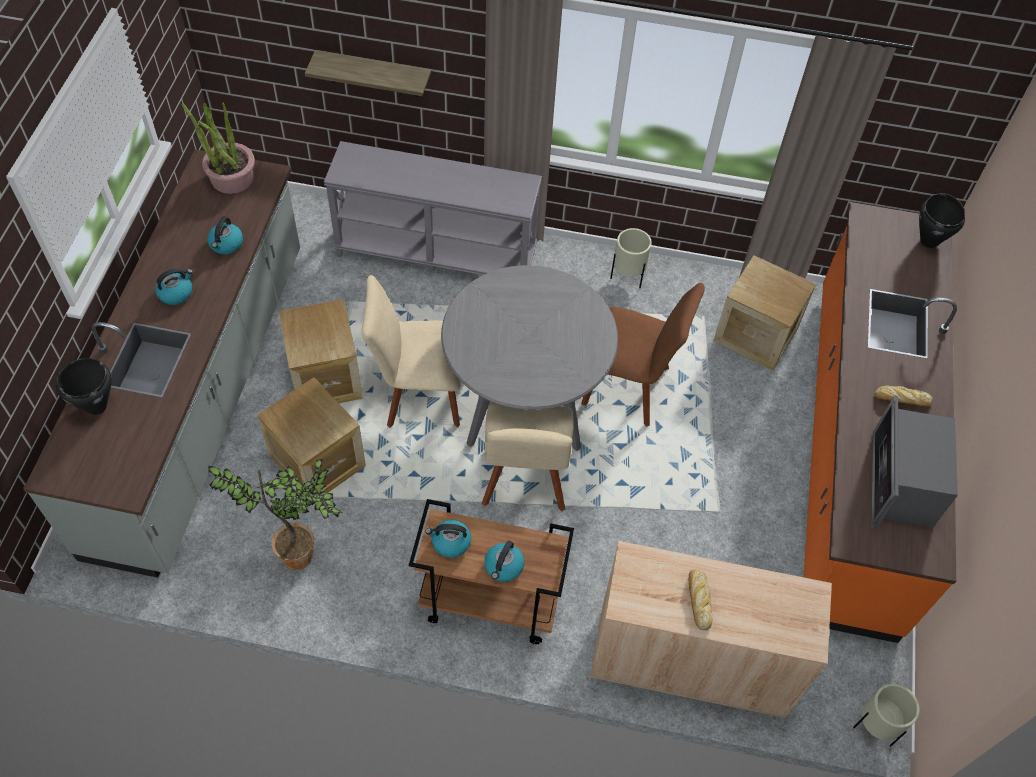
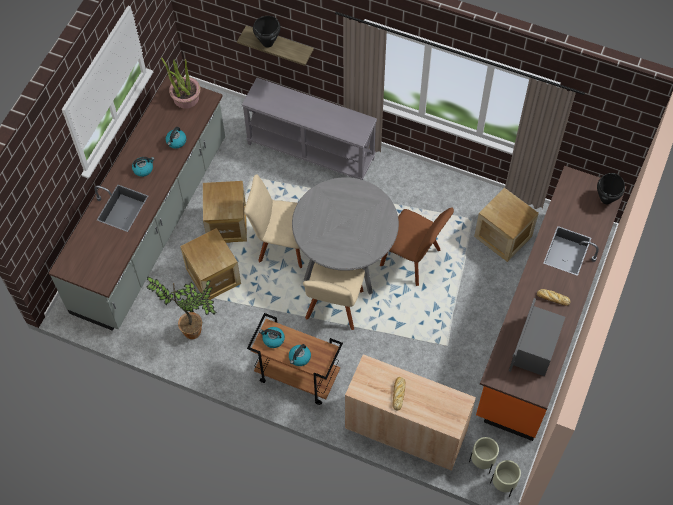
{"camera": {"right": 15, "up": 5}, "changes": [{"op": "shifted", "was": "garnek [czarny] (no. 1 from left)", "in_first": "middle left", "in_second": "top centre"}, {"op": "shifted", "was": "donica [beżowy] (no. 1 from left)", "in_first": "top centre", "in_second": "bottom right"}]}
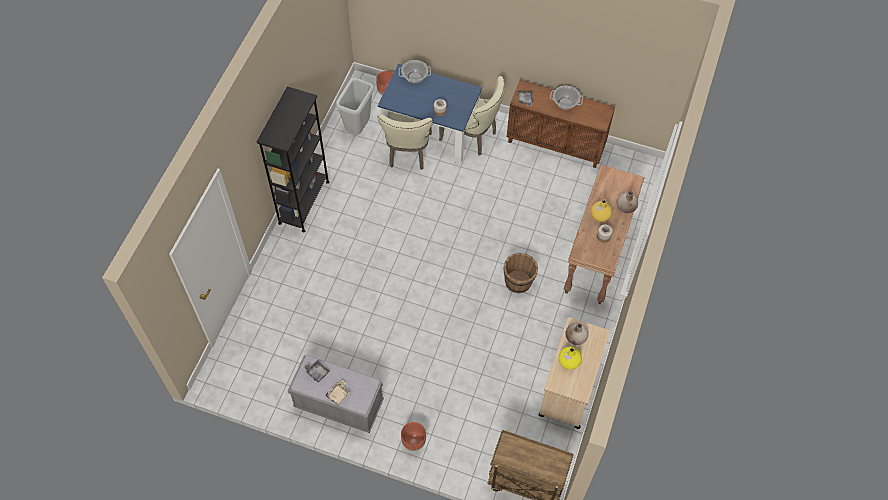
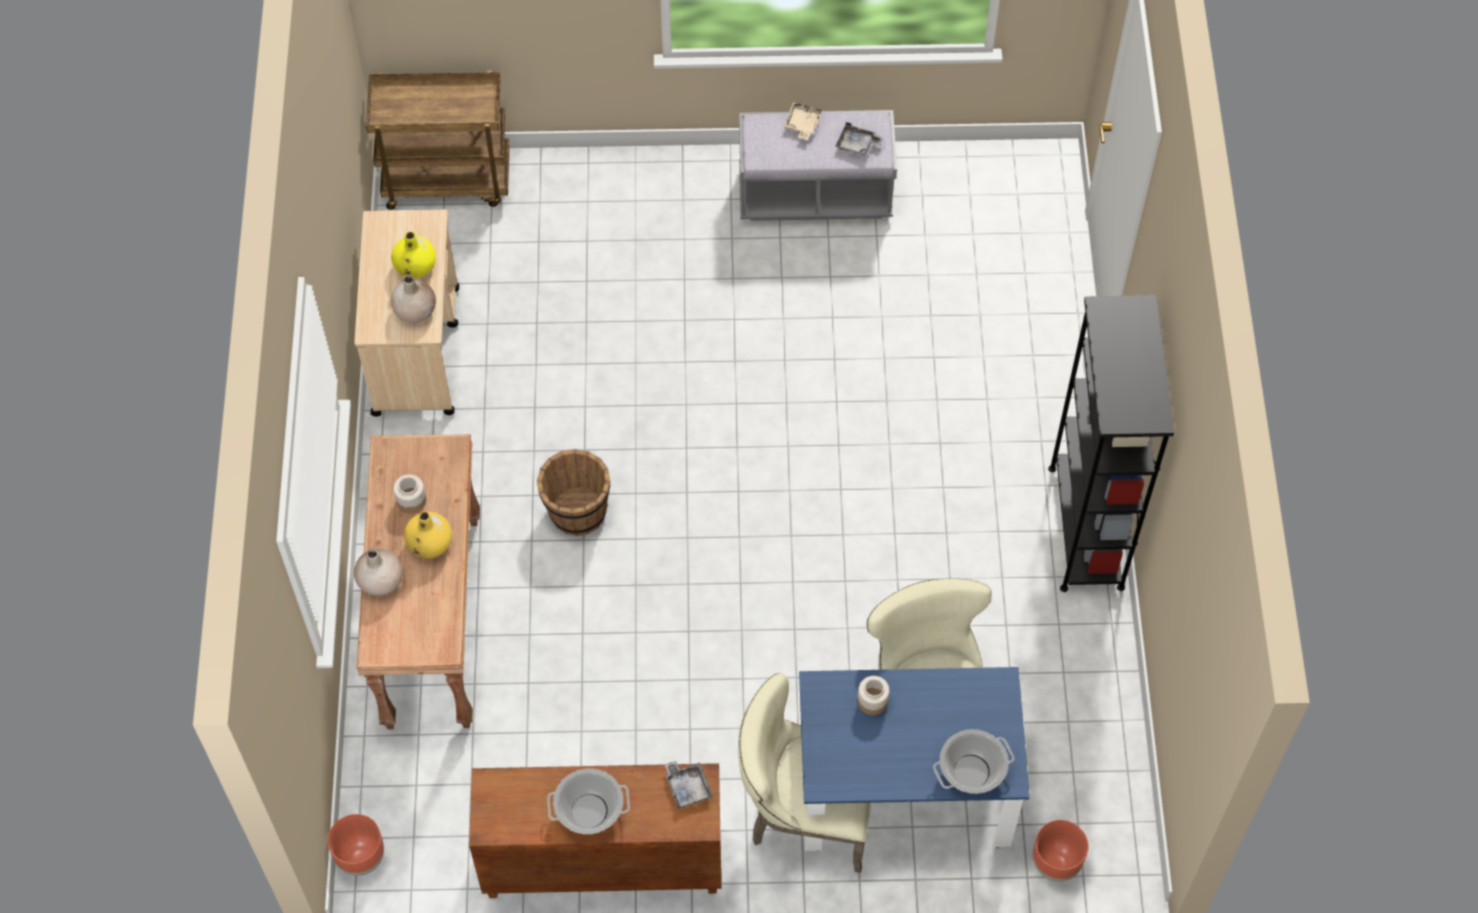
{"camera": {"right": 160, "up": 0}, "changes": [{"op": "gone", "was": "kosz na śmieci [szary]", "in_first": "top centre"}, {"op": "shifted", "was": "donica [brązowy] (no. 2 from left in the first image)", "now": "donica [brązowy] (no. 1 from left)", "in_first": "bottom centre", "in_second": "bottom left"}]}
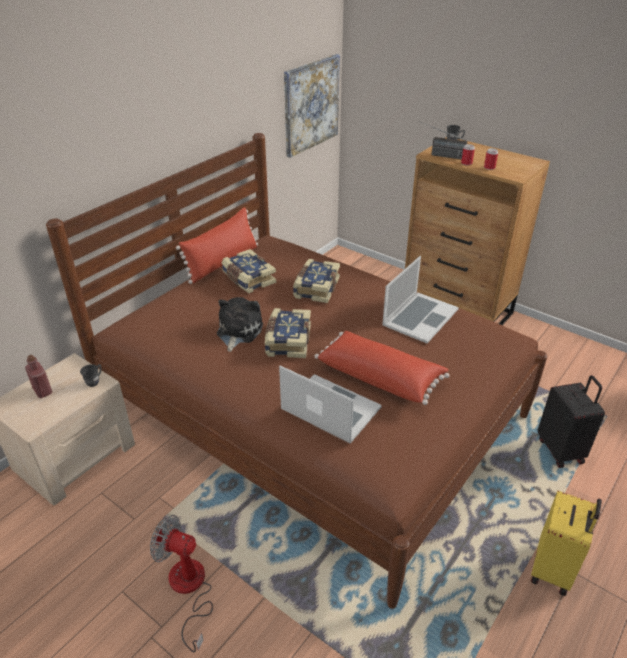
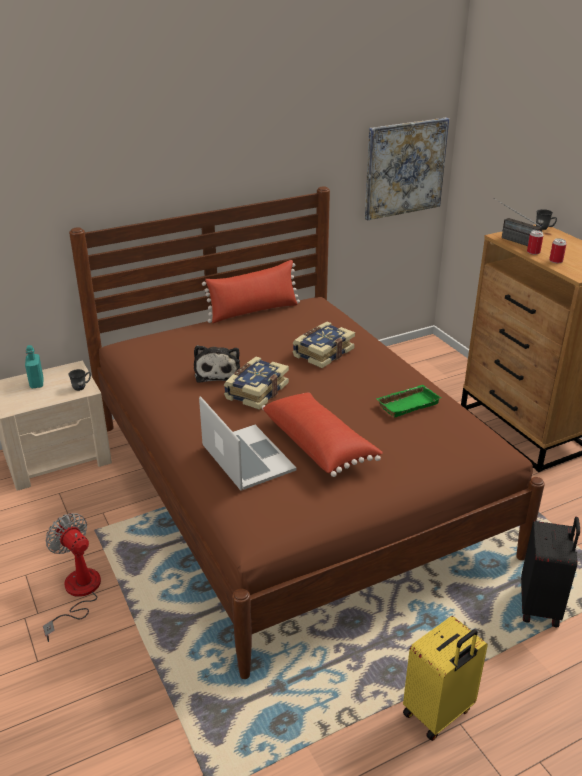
{"camera": {"right": 25, "up": -5}, "changes": [{"op": "gone", "was": "książka (no. 1 from left)", "in_first": "centre"}, {"op": "swapped", "was": "laptop (no. 2 from left)", "now": "taca [zielony]", "in_first": "middle right", "in_second": "middle right"}, {"op": "repainted", "was": "butelka [czerwony]", "now": "butelka [turkusowy]", "in_first": "middle left", "in_second": "middle left"}, {"op": "rotated", "was": "pluszak", "in_first": "centre", "in_second": "centre", "clockwise": 135}]}
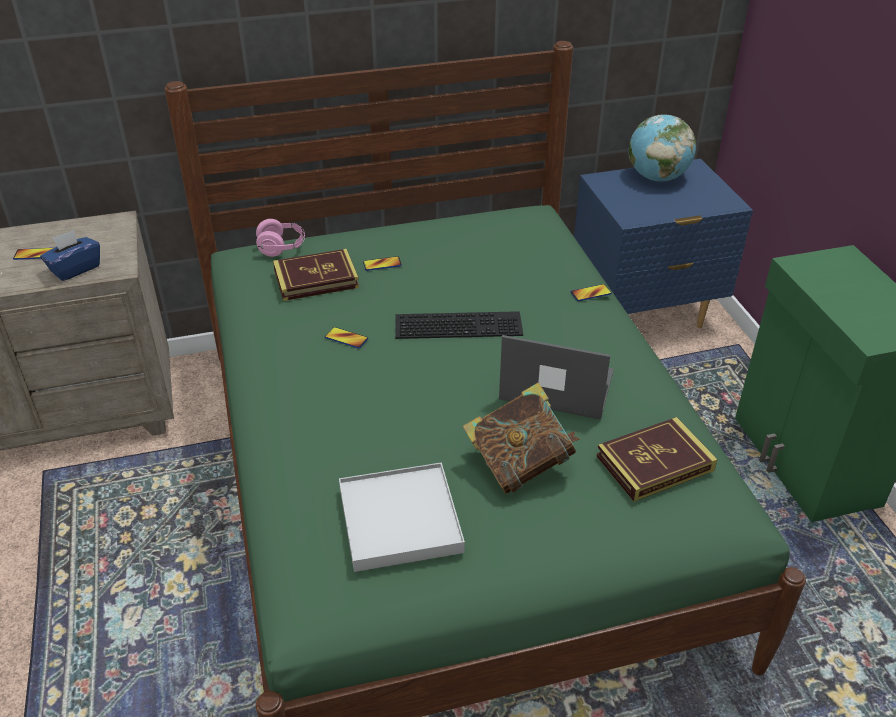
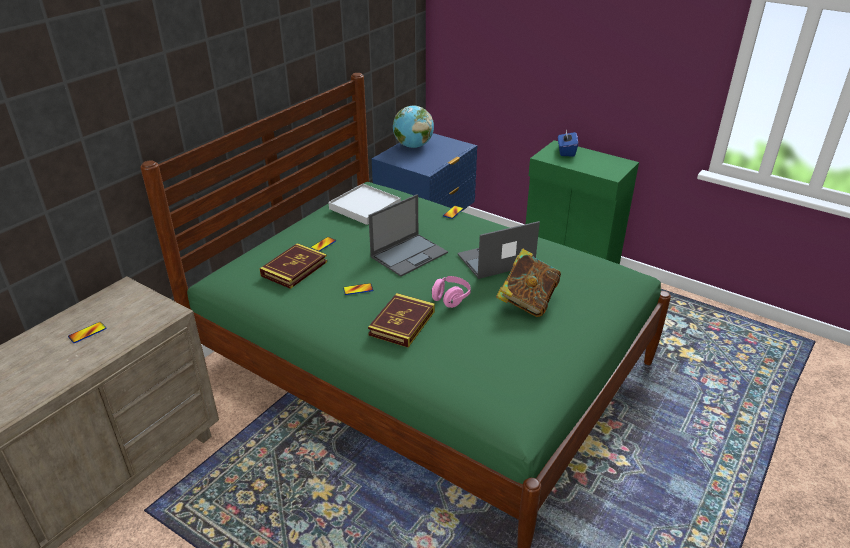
{"camera": {"right": -40, "up": -5}, "changes": [{"op": "shifted", "was": "pudełko chusteczek [niebieski]", "in_first": "middle left", "in_second": "top right"}, {"op": "shifted", "was": "słuchawki [różowy]", "in_first": "top left", "in_second": "centre"}, {"op": "shifted", "was": "taca [biały]", "in_first": "bottom centre", "in_second": "centre"}, {"op": "shifted", "was": "książka (no. 3 from left in the first image)", "now": "książka (no. 2 from left)", "in_first": "middle right", "in_second": "centre"}, {"op": "swapped", "was": "klawiatura", "now": "laptop (no. 1 from left)", "in_first": "centre", "in_second": "centre"}]}
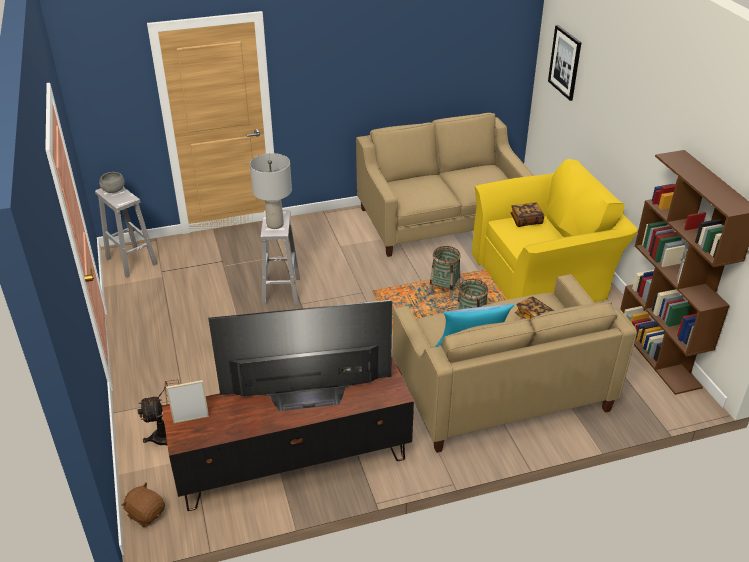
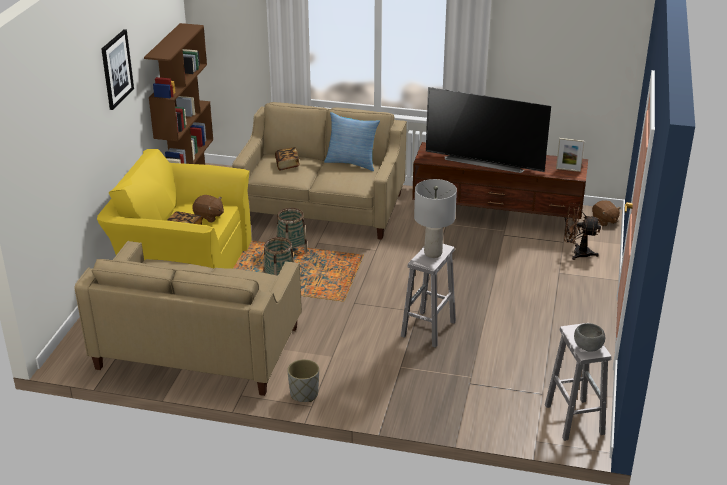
{"camera": {"right": -150, "up": -5}, "changes": [{"op": "new", "now": "pluszak [brązowy] (no. 1 from left)", "in_second": "middle left"}, {"op": "new", "now": "donica [szary]", "in_second": "bottom centre"}, {"op": "shifted", "was": "obraz", "in_first": "top right", "in_second": "top left"}]}
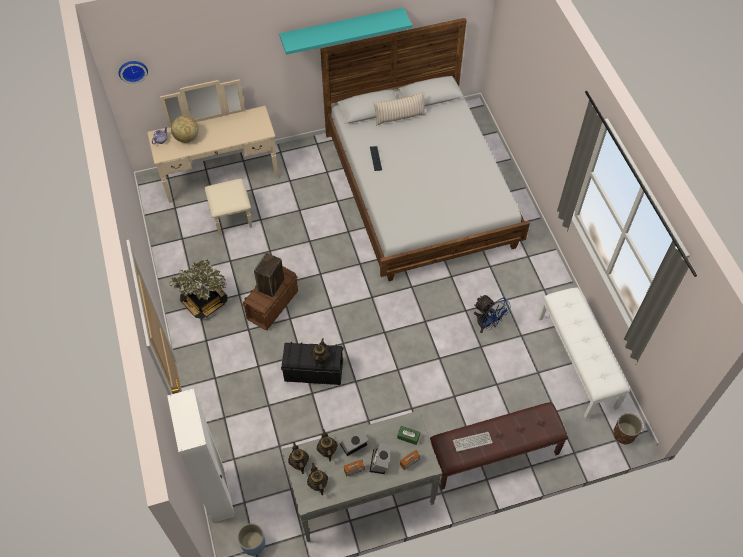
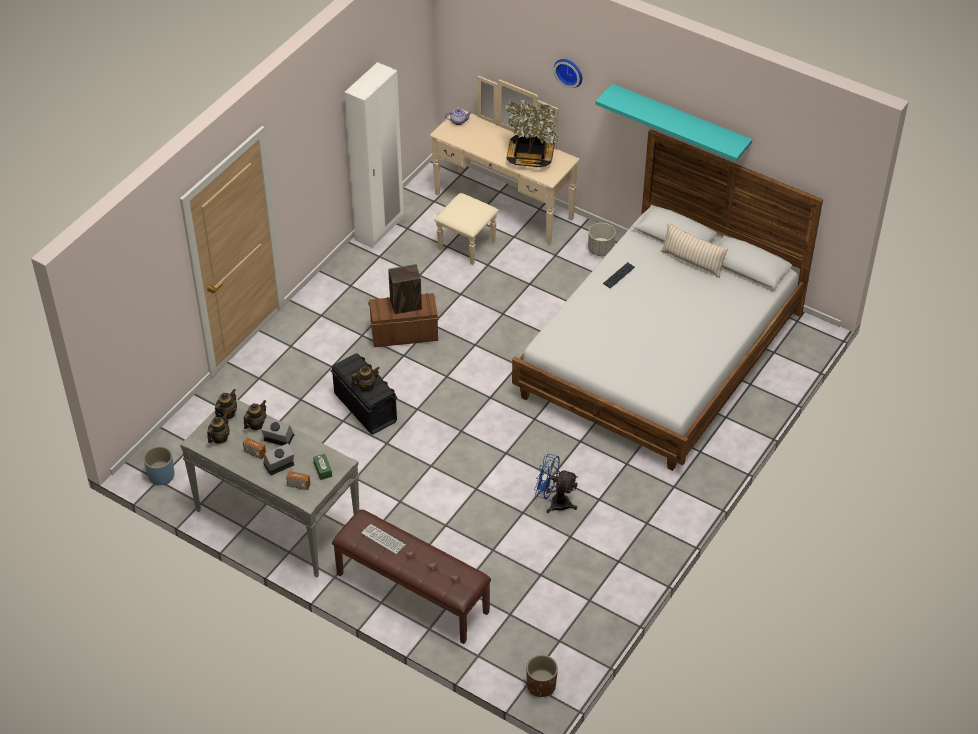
{"camera": {"right": 50, "up": -10}, "changes": [{"op": "gone", "was": "globus", "in_first": "top left"}, {"op": "gone", "was": "ławka [biały]", "in_first": "middle right"}, {"op": "new", "now": "donica [szary]", "in_second": "top centre"}, {"op": "shifted", "was": "zegar ścienny", "in_first": "top left", "in_second": "top centre"}, {"op": "shifted", "was": "szafa [biały]", "in_first": "bottom left", "in_second": "top centre"}, {"op": "shifted", "was": "roślina doniczkowa", "in_first": "middle left", "in_second": "top centre"}, {"op": "rotated", "was": "wentylator [niebieski]", "in_first": "centre", "in_second": "centre", "clockwise": 105}]}
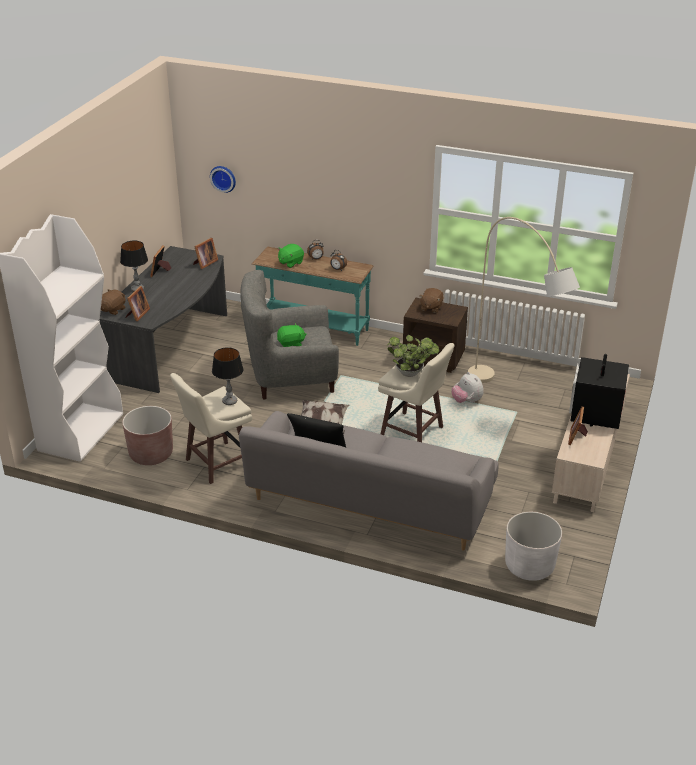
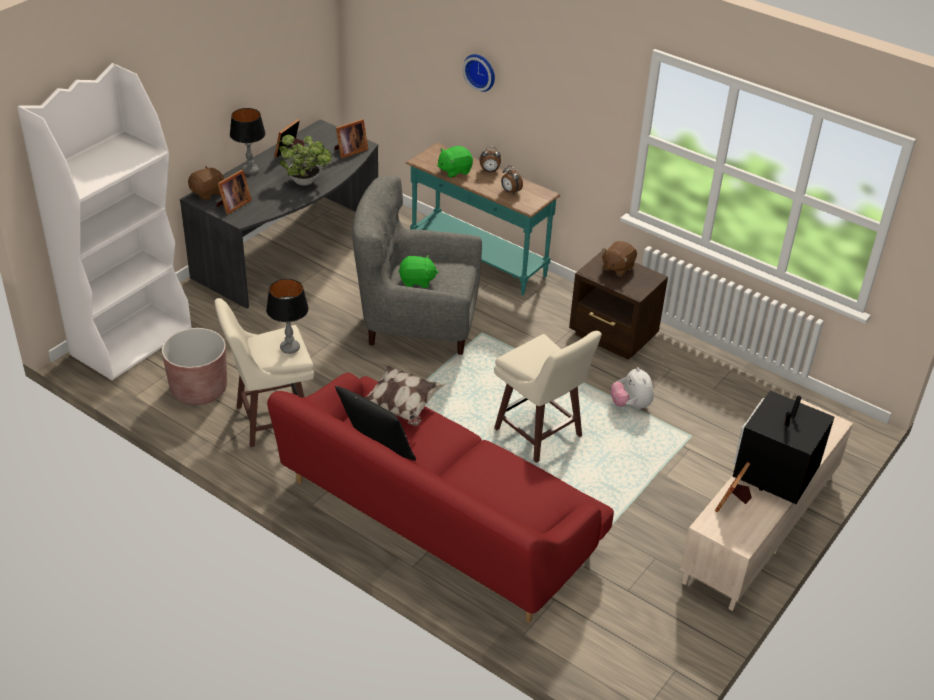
{"camera": {"right": 15, "up": 5}, "changes": [{"op": "gone", "was": "lampa stojąca [beżowy]", "in_first": "middle right"}, {"op": "gone", "was": "donica [biały]", "in_first": "bottom right"}, {"op": "shifted", "was": "zegar ścienny", "in_first": "top left", "in_second": "top centre"}, {"op": "shifted", "was": "roślina doniczkowa", "in_first": "centre", "in_second": "top left"}, {"op": "repainted", "was": "kanapa [szary]", "now": "kanapa [czerwony]", "in_first": "centre", "in_second": "bottom centre"}]}
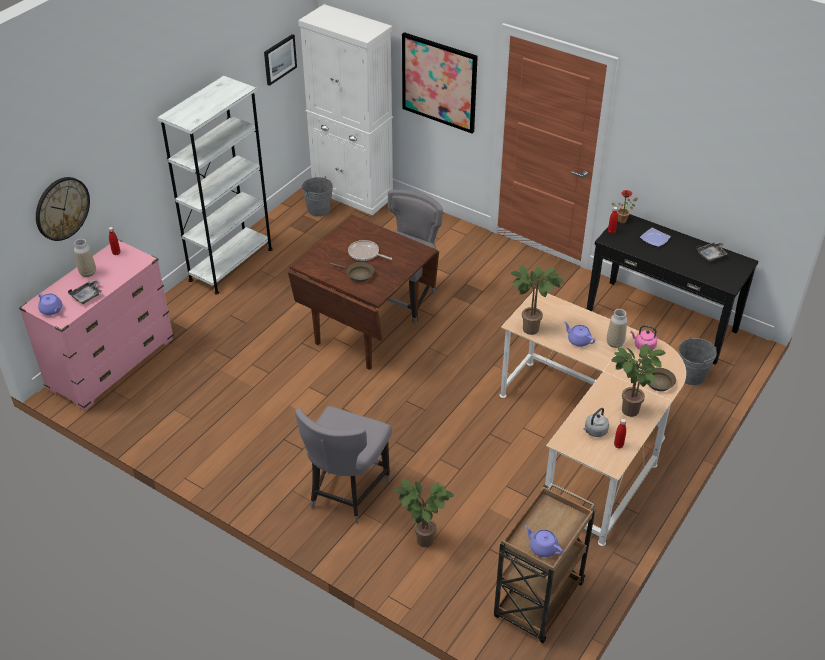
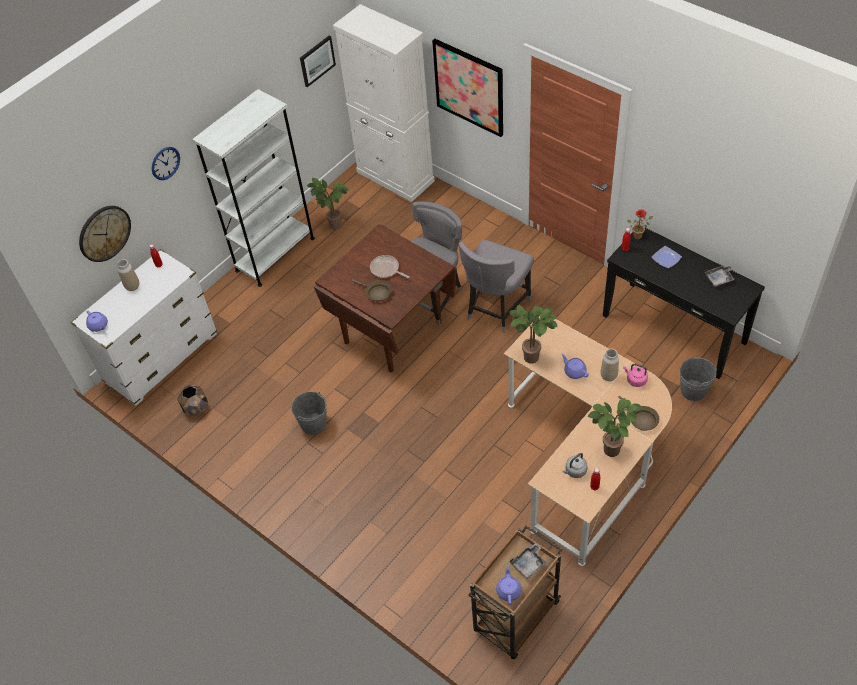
{"camera": {"right": 10, "up": 10}, "changes": [{"op": "new", "now": "zegar ścienny (no. 2 from left)", "in_second": "top left"}, {"op": "new", "now": "donica [brązowy]", "in_second": "middle left"}, {"op": "shifted", "was": "taca [szary] (no. 1 from left)", "in_first": "middle left", "in_second": "bottom centre"}, {"op": "shifted", "was": "krzesło [szary] (no. 1 from left in the first image)", "now": "krzesło [szary] (no. 2 from left)", "in_first": "bottom centre", "in_second": "centre"}, {"op": "shifted", "was": "wiadro [szary] (no. 1 from left)", "in_first": "top centre", "in_second": "centre"}, {"op": "shifted", "was": "roślina doniczkowa (no. 1 from left)", "in_first": "bottom centre", "in_second": "top centre"}, {"op": "repainted", "was": "komoda [różowy]", "now": "komoda [biały]", "in_first": "middle left", "in_second": "middle left"}, {"op": "rotated", "was": "imbryk [fioletowy] (no. 2 from left)", "in_first": "bottom centre", "in_second": "bottom centre", "clockwise": 45}]}
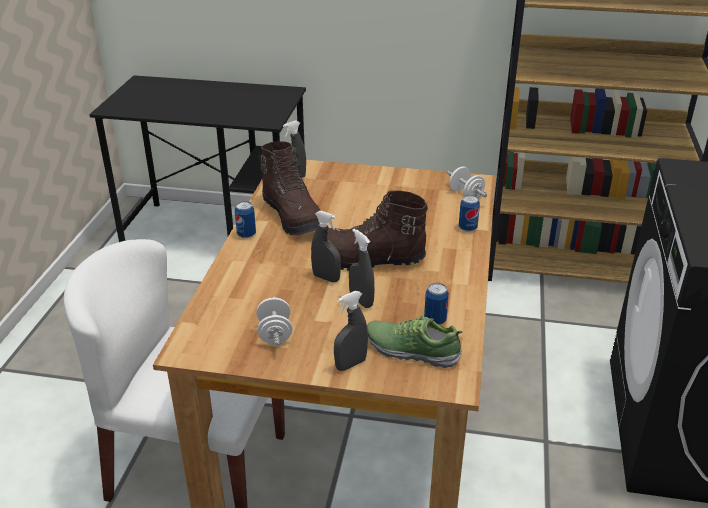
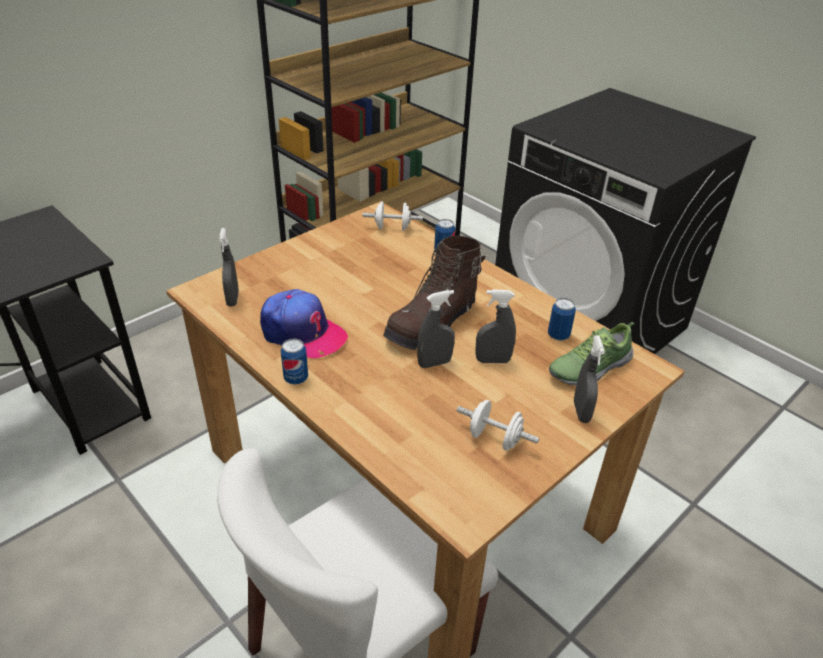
{"camera": {"right": -55, "up": 5}, "changes": [{"op": "swapped", "was": "but z cholewką [brązowy] (no. 1 from left)", "now": "czapka z daszkiem", "in_first": "centre", "in_second": "centre"}]}
